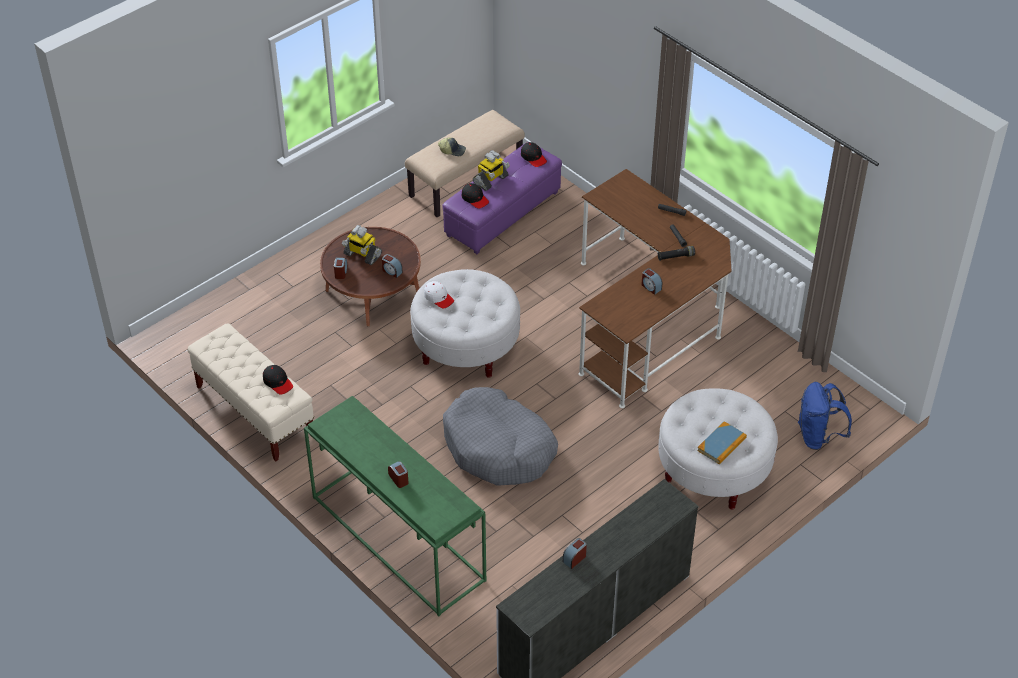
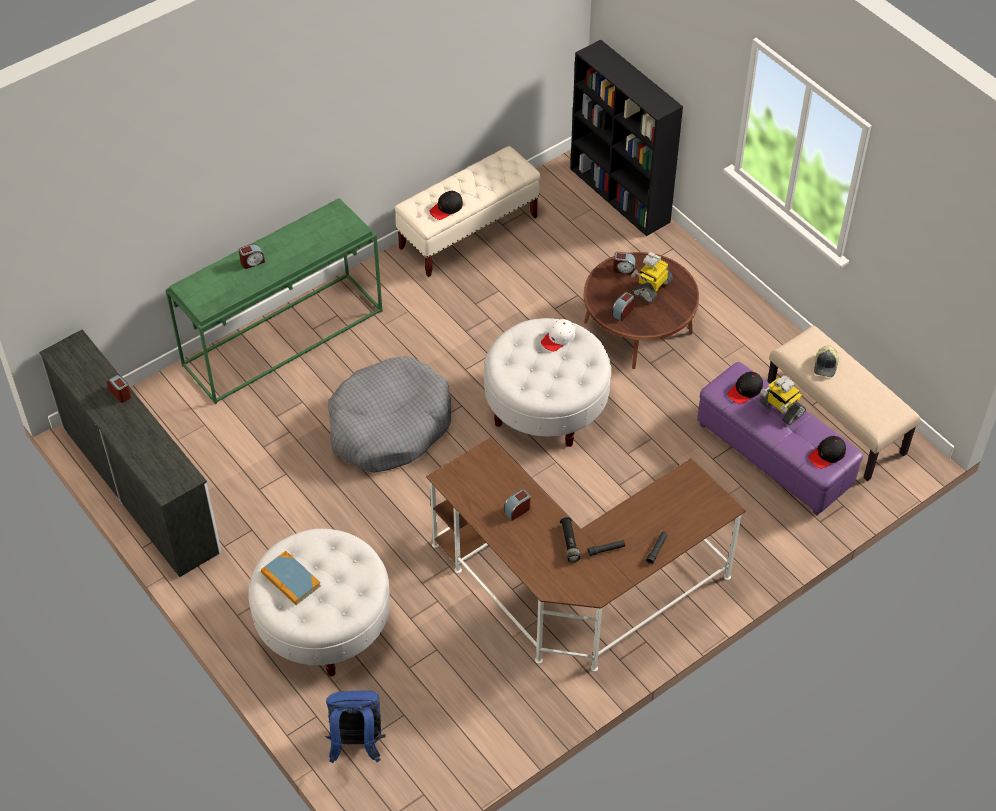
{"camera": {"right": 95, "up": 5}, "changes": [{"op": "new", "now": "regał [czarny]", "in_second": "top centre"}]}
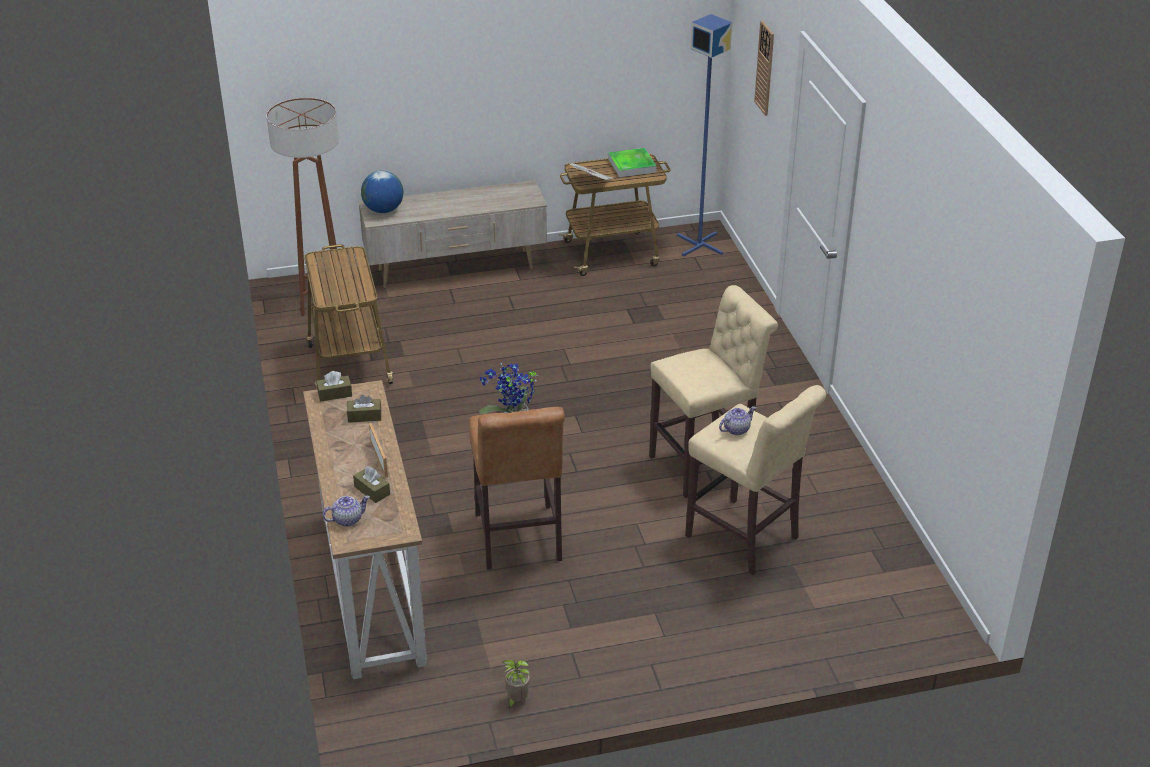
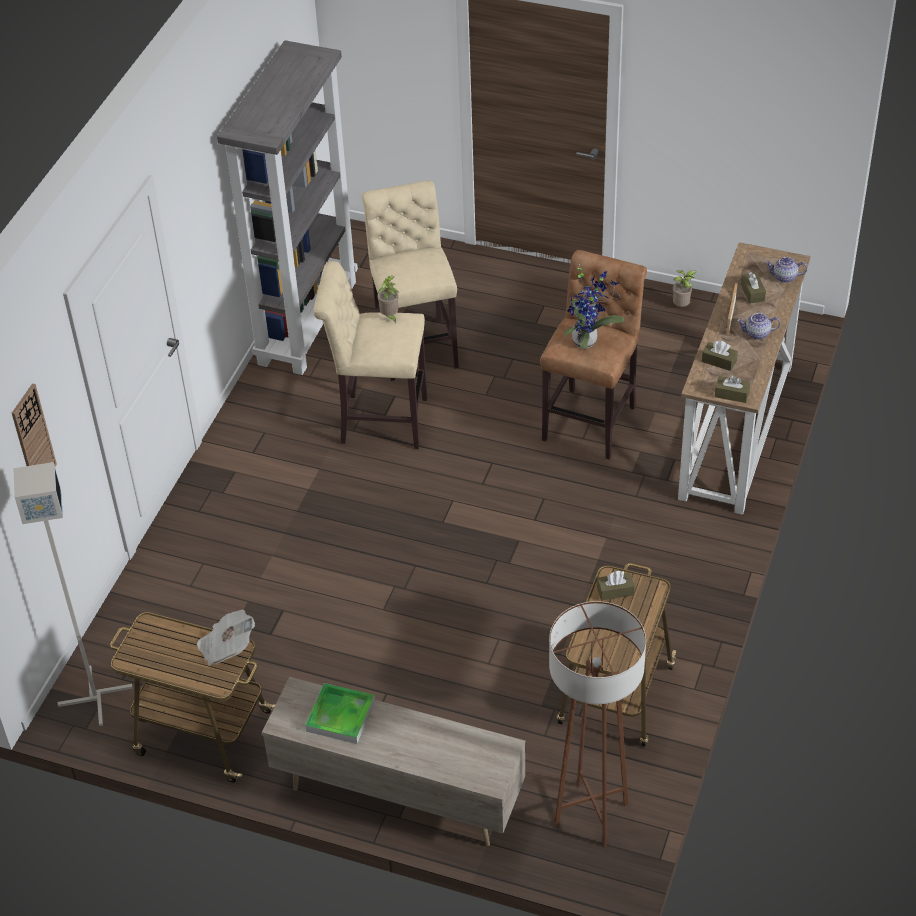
{"camera": {"right": -145, "up": 10}, "changes": [{"op": "gone", "was": "globus", "in_first": "top left"}, {"op": "new", "now": "regał [szary]", "in_second": "top left"}, {"op": "new", "now": "roślina doniczkowa (no. 1 from left)", "in_second": "top centre"}, {"op": "new", "now": "pudełko chusteczek [brązowy] (no. 1 from left)", "in_second": "middle right"}, {"op": "shifted", "was": "taca", "in_first": "top centre", "in_second": "bottom centre"}, {"op": "shifted", "was": "imbryk (no. 2 from left in the first image)", "now": "imbryk (no. 1 from left)", "in_first": "centre", "in_second": "middle right"}, {"op": "repainted", "was": "lampa stojąca [niebieski]", "now": "lampa stojąca [szary]", "in_first": "top centre", "in_second": "middle left"}]}
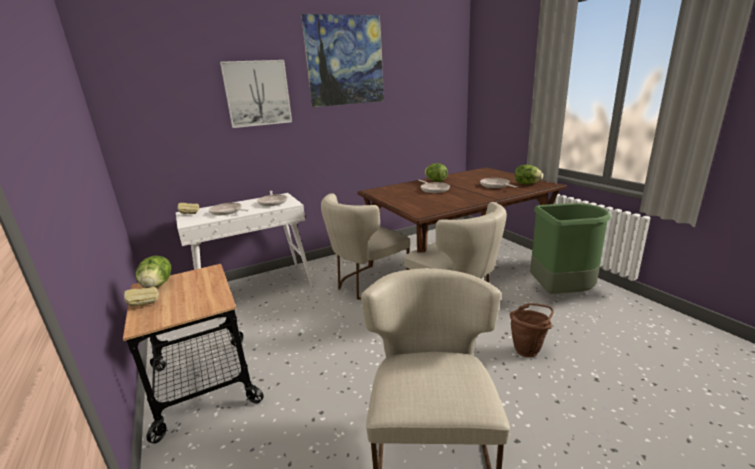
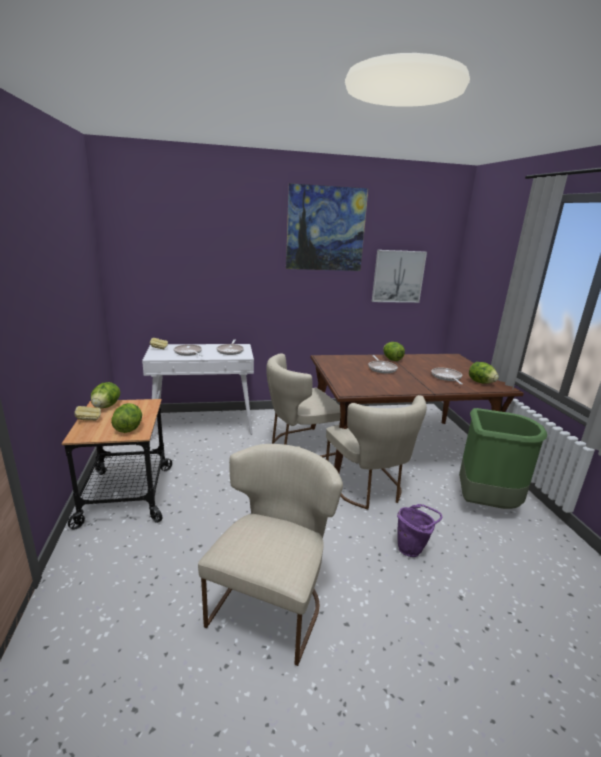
{"camera": {"right": 15, "up": 0}, "changes": [{"op": "new", "now": "sałata (no. 2 from left)", "in_second": "middle left"}, {"op": "shifted", "was": "obraz (no. 1 from left in the first image)", "now": "obraz (no. 2 from left)", "in_first": "top centre", "in_second": "centre"}, {"op": "repainted", "was": "wiadro [brązowy]", "now": "wiadro [fioletowy]", "in_first": "bottom right", "in_second": "bottom right"}]}
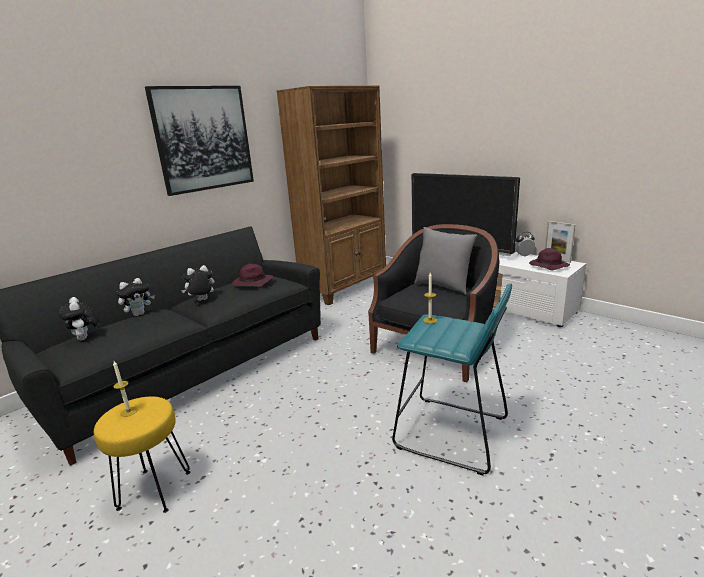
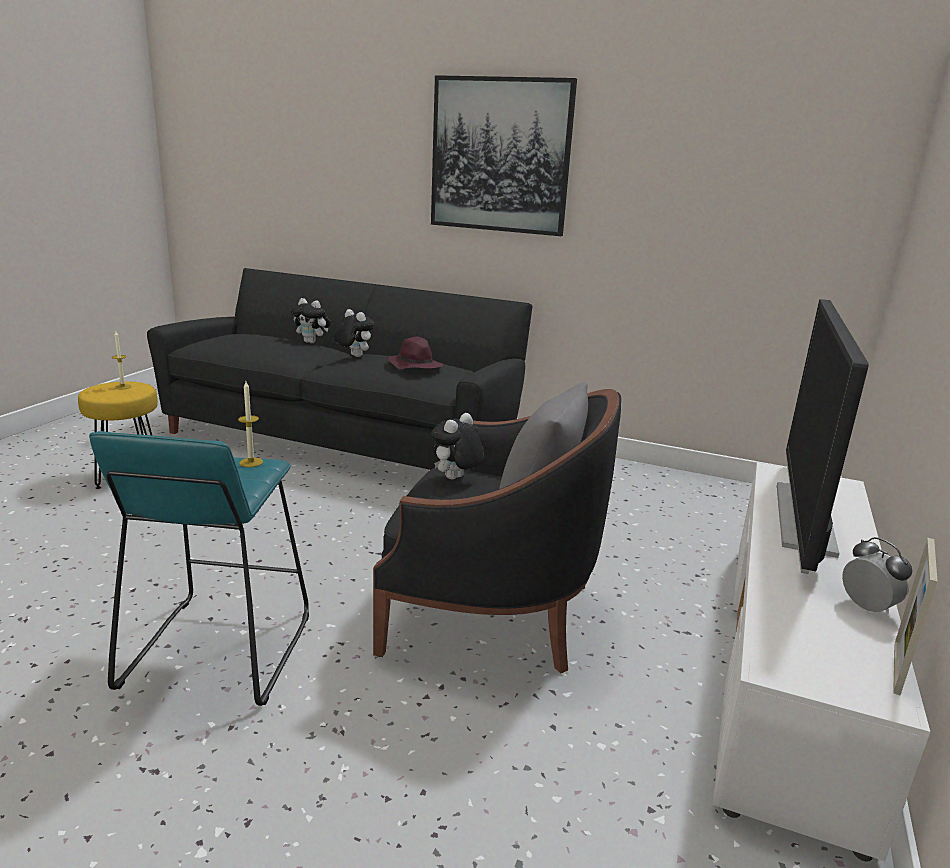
{"camera": {"right": 65, "up": 0}, "changes": [{"op": "gone", "was": "regał [brązowy]", "in_first": "centre"}, {"op": "gone", "was": "kapelusz [fioletowy] (no. 2 from left)", "in_first": "middle right"}, {"op": "shifted", "was": "pluszak (no. 1 from left in the first image)", "now": "pluszak (no. 3 from left)", "in_first": "middle left", "in_second": "centre"}]}
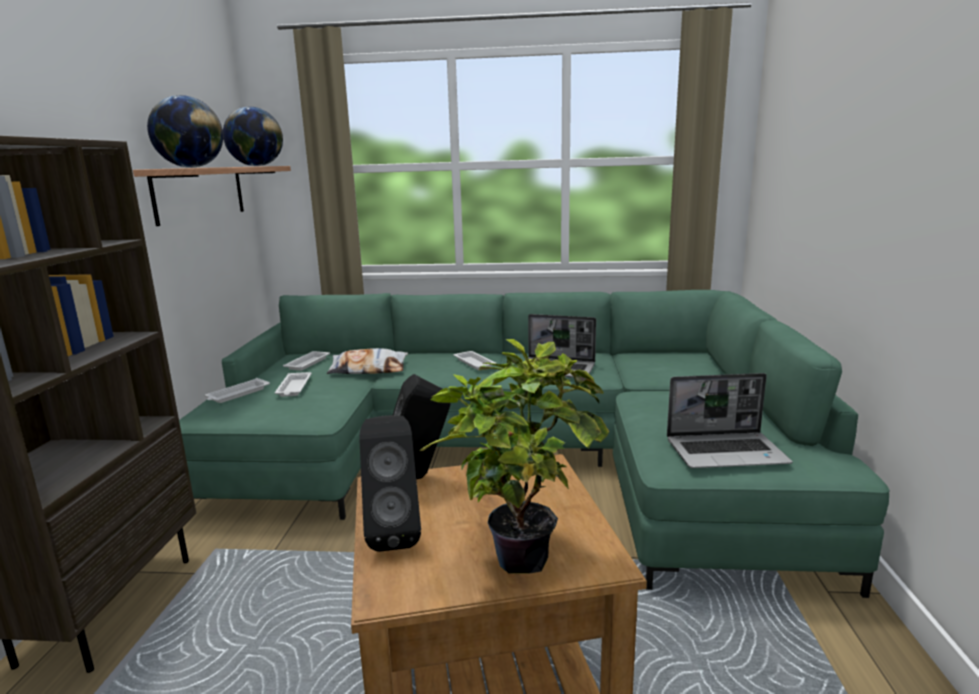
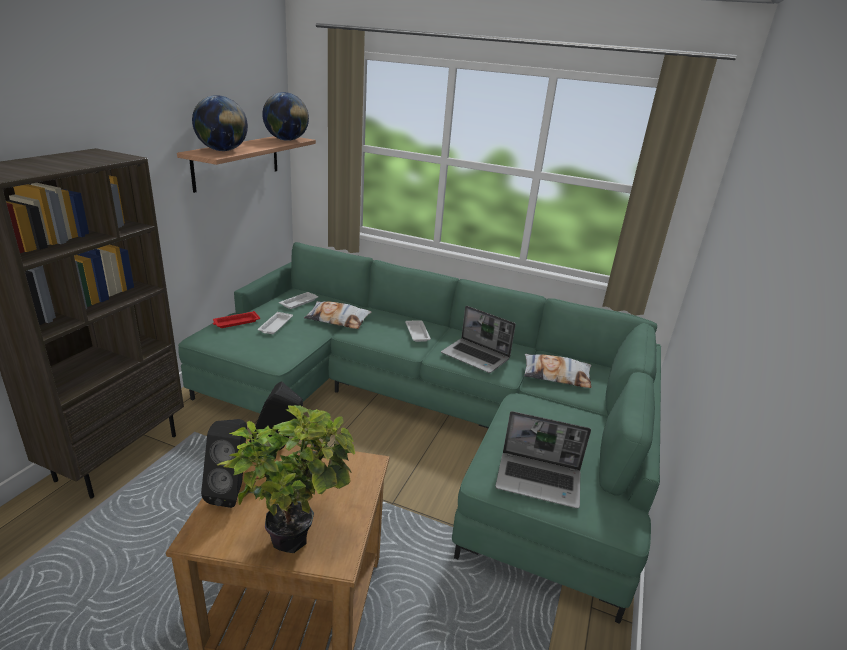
{"camera": {"right": 15, "up": 10}, "changes": [{"op": "new", "now": "poduszka (no. 2 from left)", "in_second": "centre"}, {"op": "repainted", "was": "taca [biały] (no. 1 from left)", "now": "taca [czerwony]", "in_first": "middle left", "in_second": "middle left"}]}
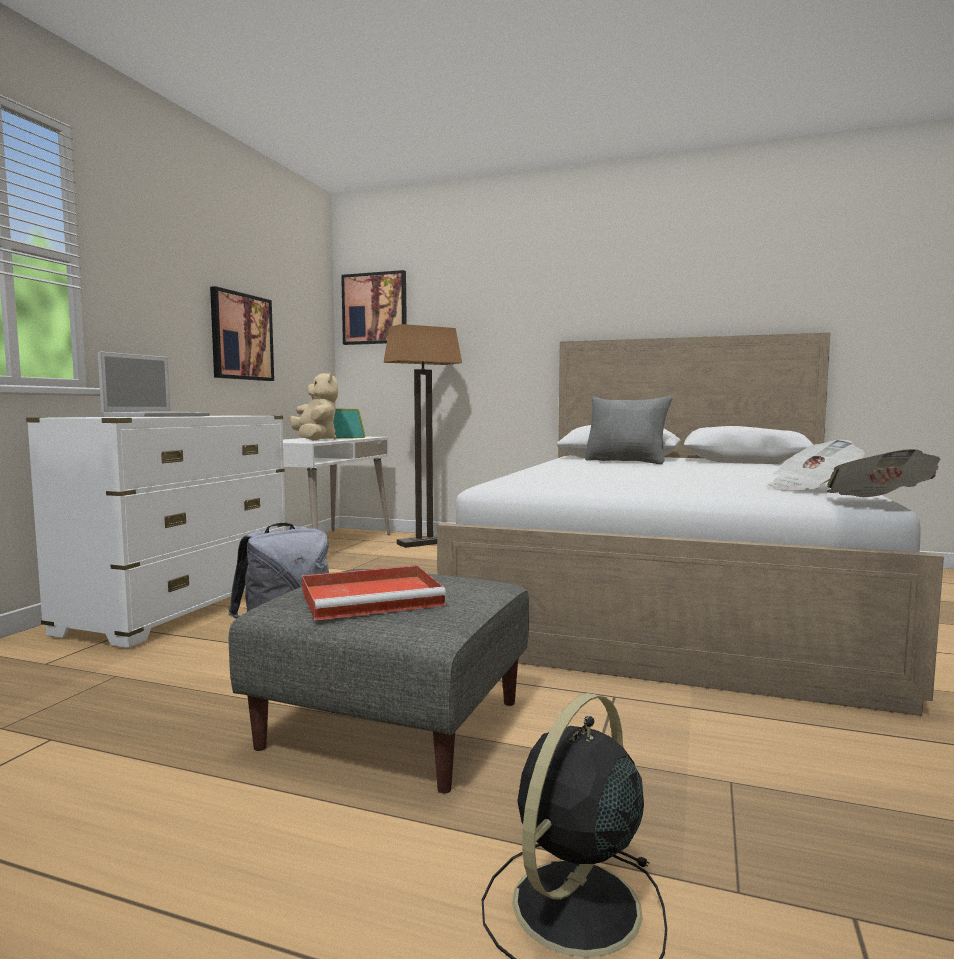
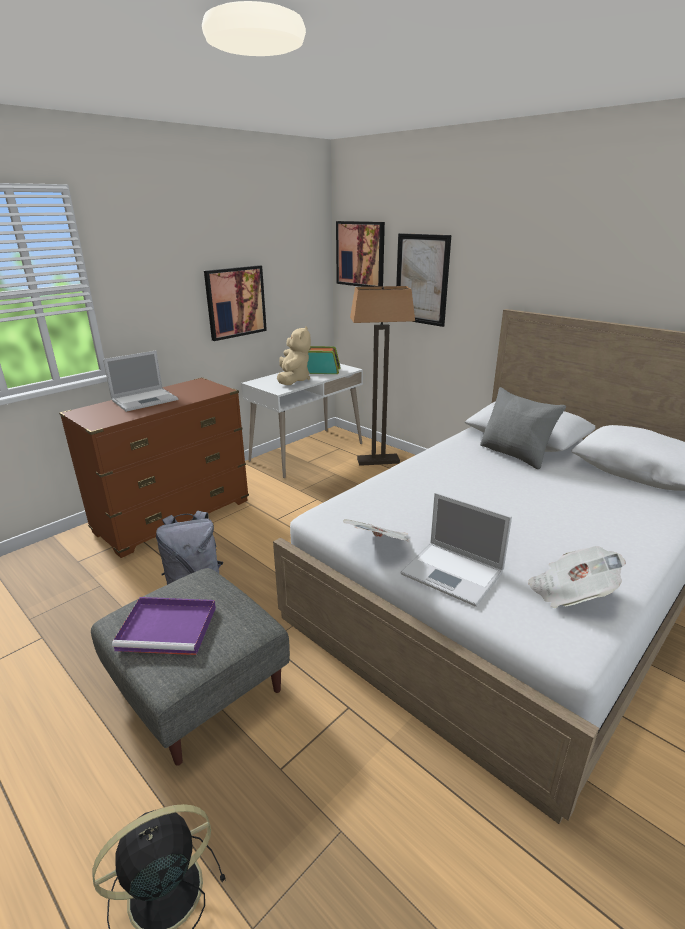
{"camera": {"right": 25, "up": 20}, "changes": [{"op": "new", "now": "obraz (no. 3 from left)", "in_second": "top centre"}, {"op": "new", "now": "laptop (no. 2 from left)", "in_second": "centre"}, {"op": "shifted", "was": "gazeta (no. 2 from left in the first image)", "now": "gazeta (no. 1 from left)", "in_first": "middle right", "in_second": "centre"}, {"op": "repainted", "was": "komoda [biały]", "now": "komoda [brązowy]", "in_first": "middle left", "in_second": "middle left"}, {"op": "repainted", "was": "taca [czerwony]", "now": "taca [fioletowy]", "in_first": "centre", "in_second": "bottom left"}]}
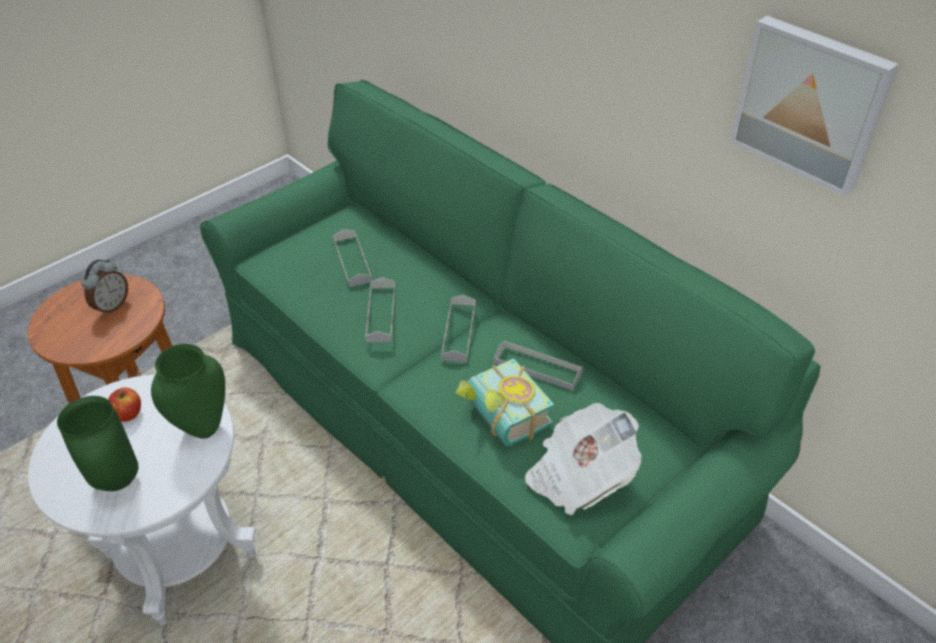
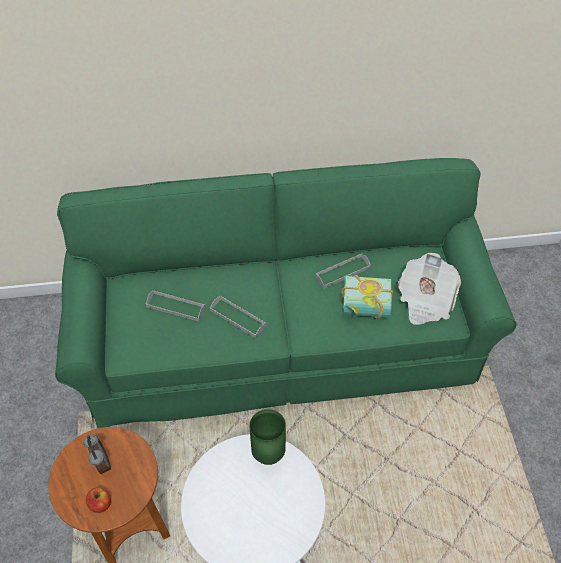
{"camera": {"right": -55, "up": 10}, "changes": [{"op": "gone", "was": "wazon [zielony] (no. 1 from left)", "in_first": "bottom left"}, {"op": "gone", "was": "taca [szary] (no. 3 from left)", "in_first": "centre"}, {"op": "gone", "was": "obraz", "in_first": "top right"}, {"op": "shifted", "was": "jabłko", "in_first": "middle left", "in_second": "bottom left"}]}
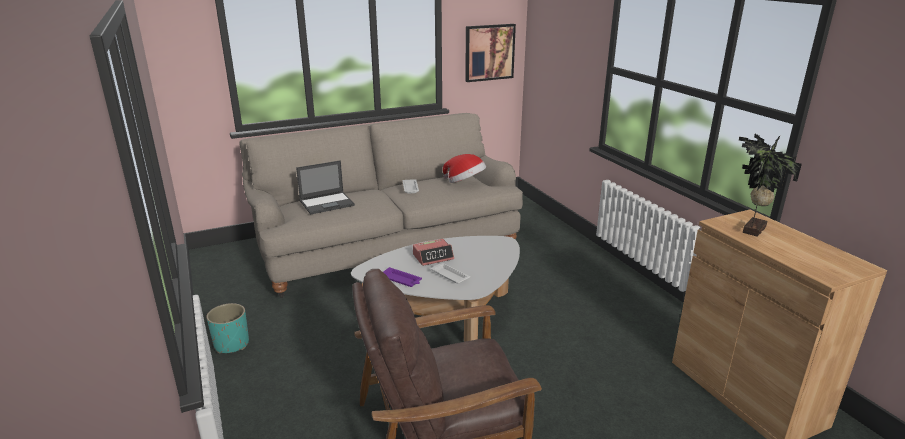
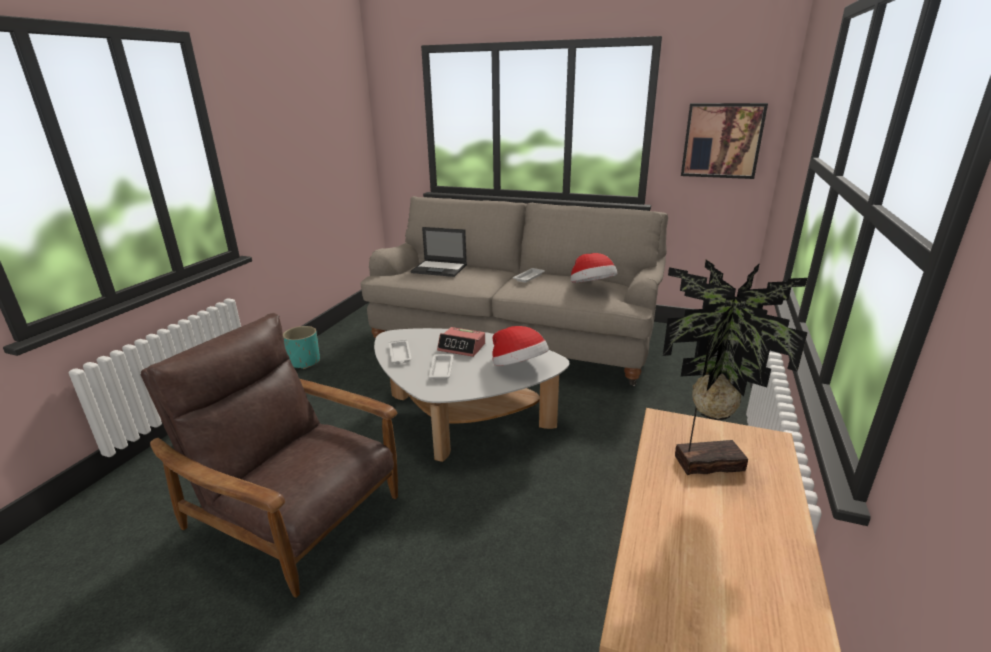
{"camera": {"right": 45, "up": 0}, "changes": [{"op": "new", "now": "kapelusz (no. 1 from left)", "in_second": "centre"}, {"op": "repainted", "was": "taca [fioletowy]", "now": "taca [biały] (no. 1 from left)", "in_first": "centre", "in_second": "centre"}]}
